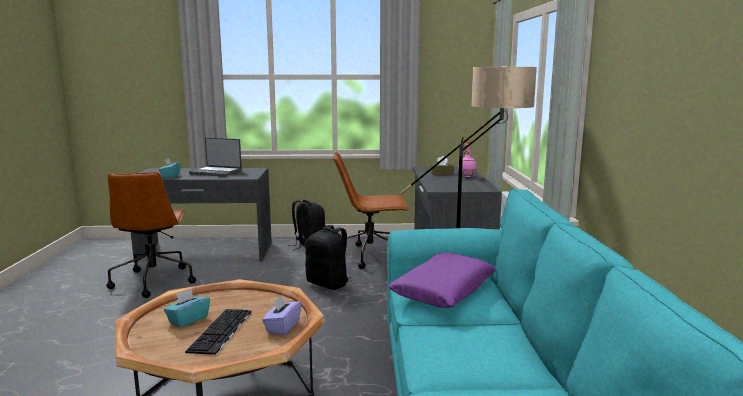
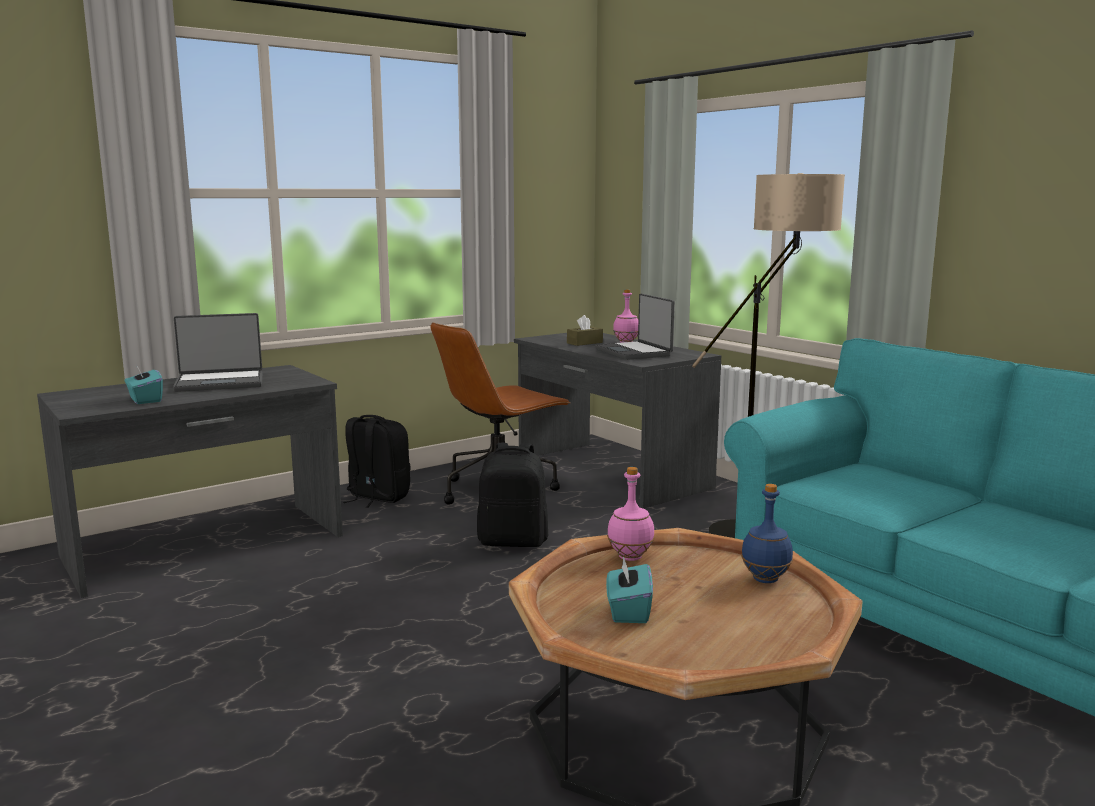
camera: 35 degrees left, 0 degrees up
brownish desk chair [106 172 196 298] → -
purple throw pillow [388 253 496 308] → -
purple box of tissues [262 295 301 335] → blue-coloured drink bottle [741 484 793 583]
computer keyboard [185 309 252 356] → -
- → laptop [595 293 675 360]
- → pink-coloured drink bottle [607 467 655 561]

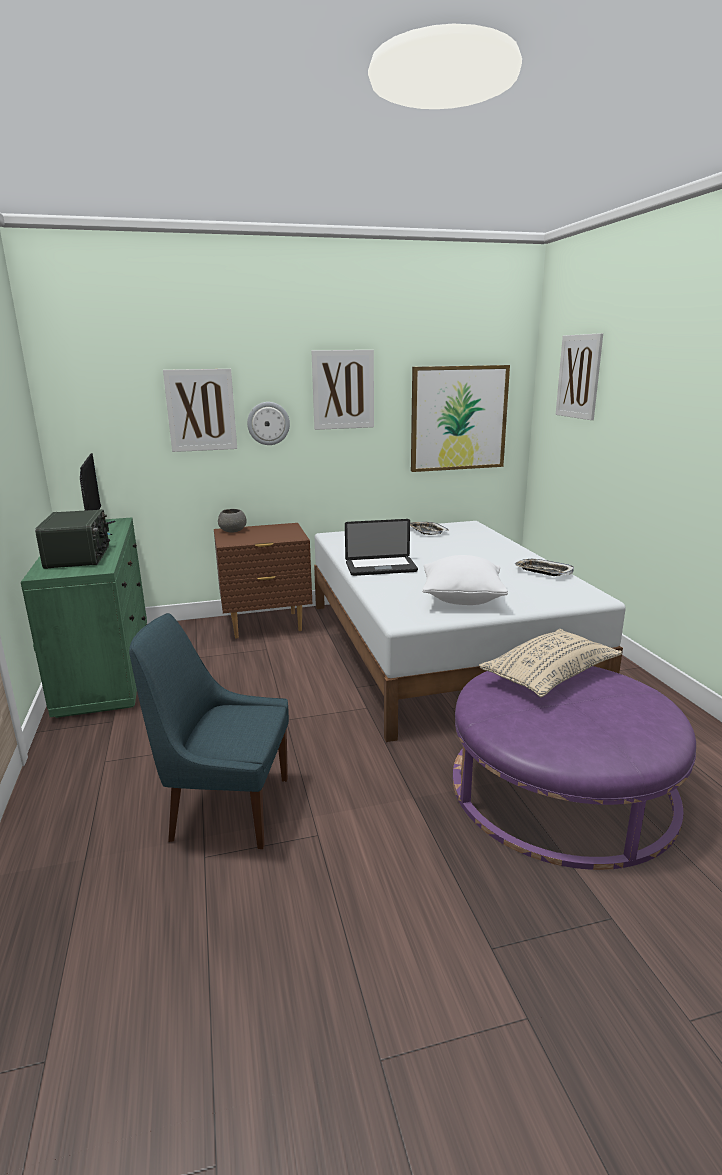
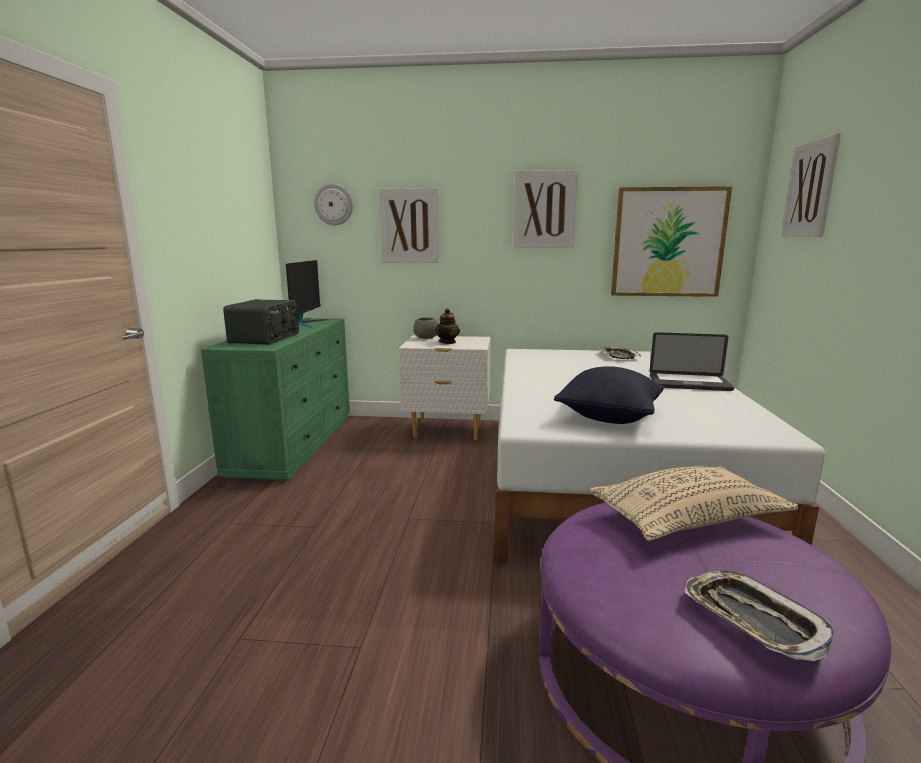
camera: 20 degrees right, 5 degrees down
hanging clock [247 402 290 445] → hanging clock [314 184 353 225], relocated
laptop [345 519 418 576] → laptop [650 332 734 391], relocated
brownish nightstand [214 523 312 639] → white nightstand [399 335 491 440]
white throw pillow [422 555 508 605] → black throw pillow [554 366 664 424]
carrying tray [515 559 574 576] → carrying tray [685 570 834 661], relocated
blue-coloured chair [129 613 289 849] → -
- → tea pot [435 309 460 344]

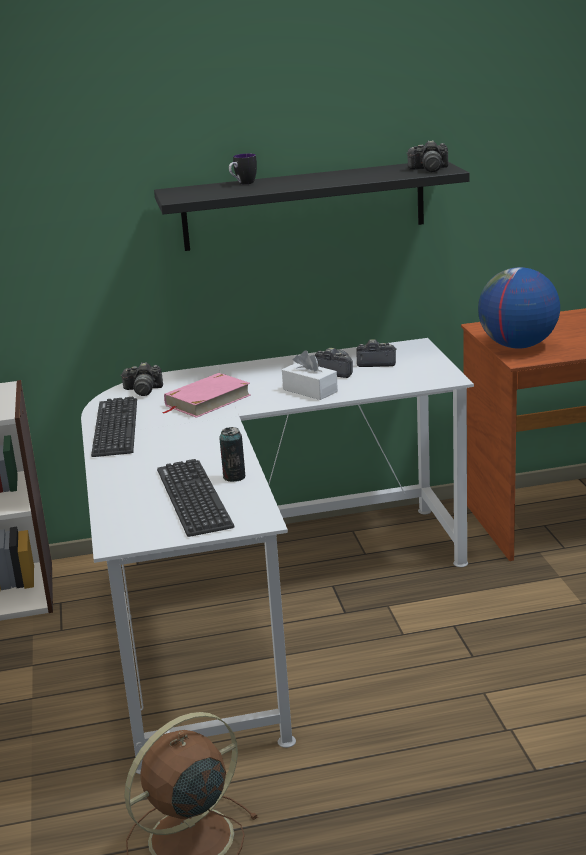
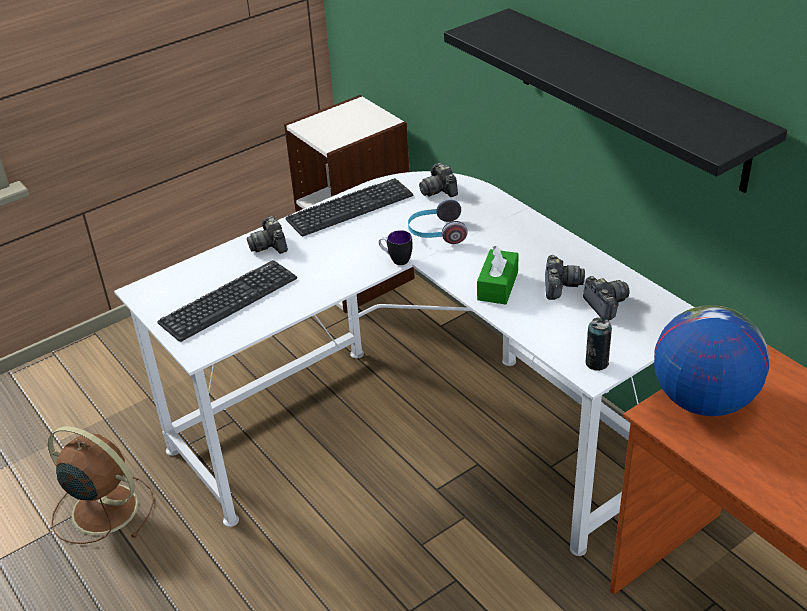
camera: 65 degrees right, 15 degrees up
still camera [407 140 448 172] → still camera [247 216 288 254], relocated
mug [229 154 257 185] → mug [379 230 413 265], relocated
white box of tissues [282 350 338 400] → greenish box of tissues [477 245 519 305]
pink-coloured bound book [161 373 251 418] → pair of headphones [408 199 468 244]
metal can [219 427 245 482] → metal can [586 317 612 371], relocated

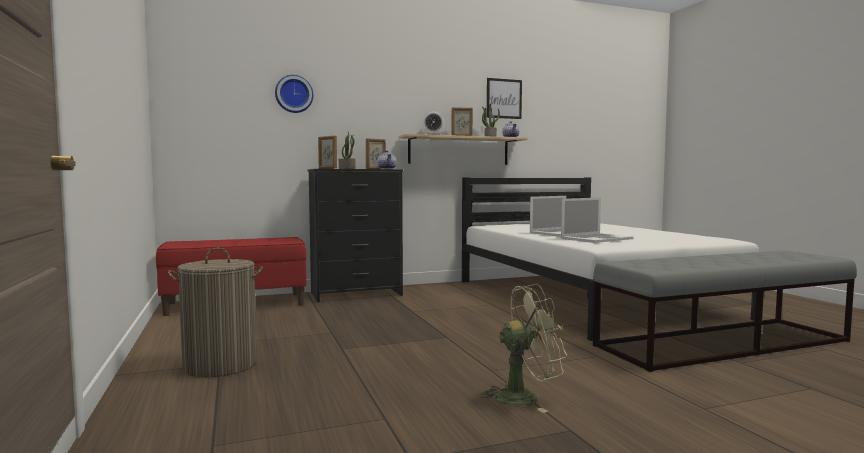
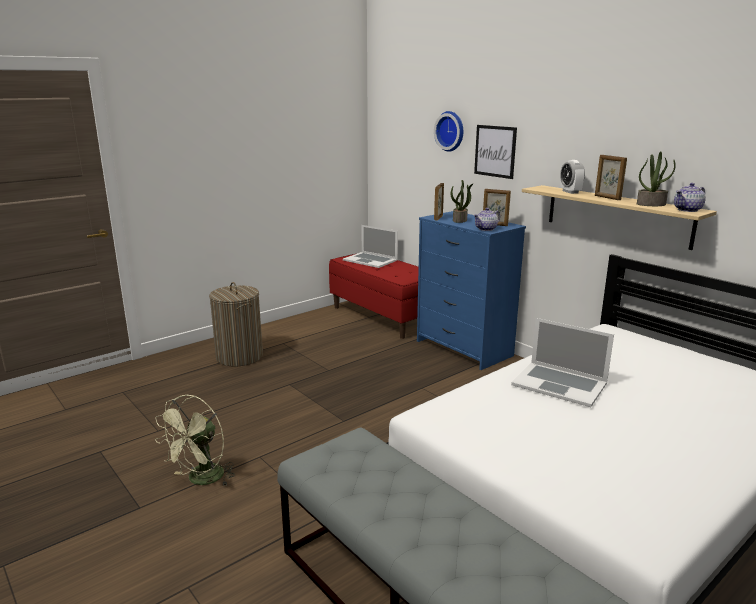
camera: 70 degrees right, 15 degrees up
wall picture [487 78 522 119] → wall picture [474 125 517 179], relocated
black chest of drawers [308 169 403 302] → blue-coloured chest of drawers [417 211 526 370]
laptop [561 198 633 243] → laptop [343 225 398 268], relocated
greenish fan [479 284 567 413] → greenish fan [155 395 235 486], 60 degrees clockwise

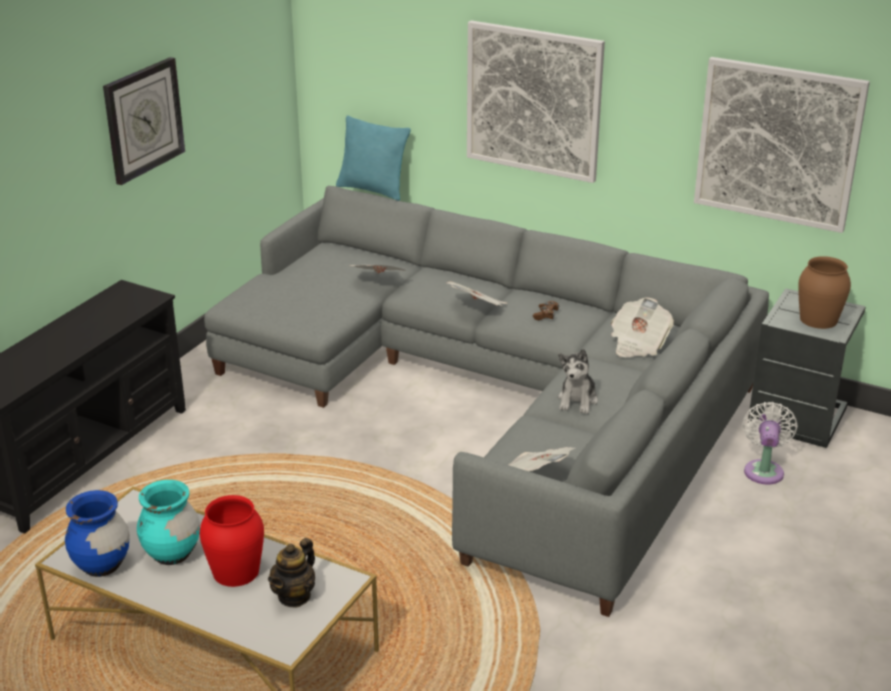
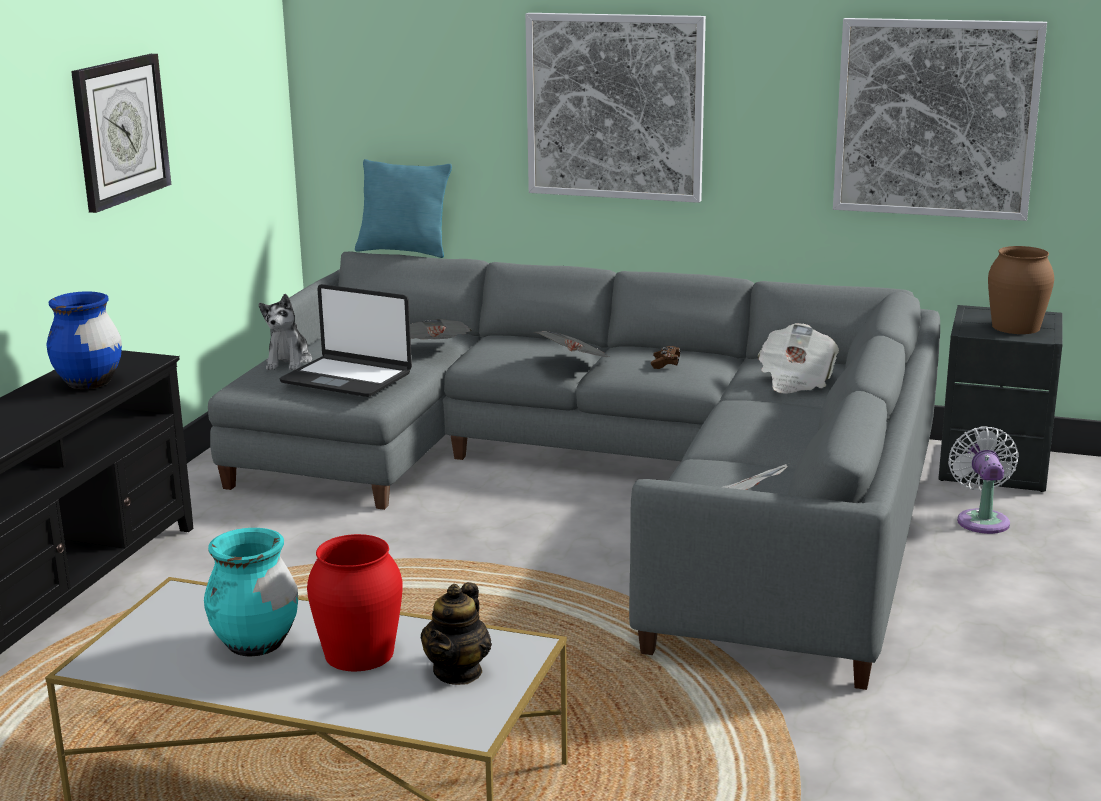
camera: 10 degrees left, 10 degrees down
soft toy [558 349 598 414] → soft toy [259 294 312 370], relocated
blue-coloured vase [65 490 130 577] → blue-coloured vase [46 291 122 389], relocated
- → laptop [280 284 412 397]

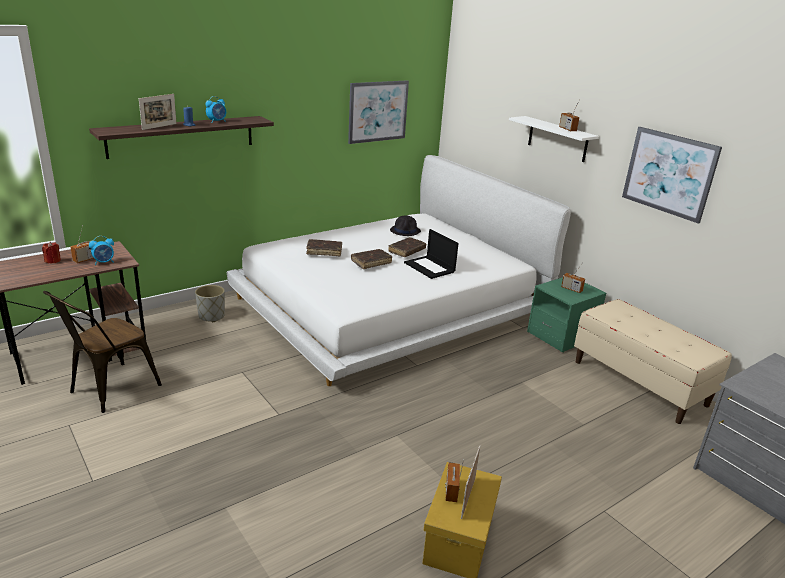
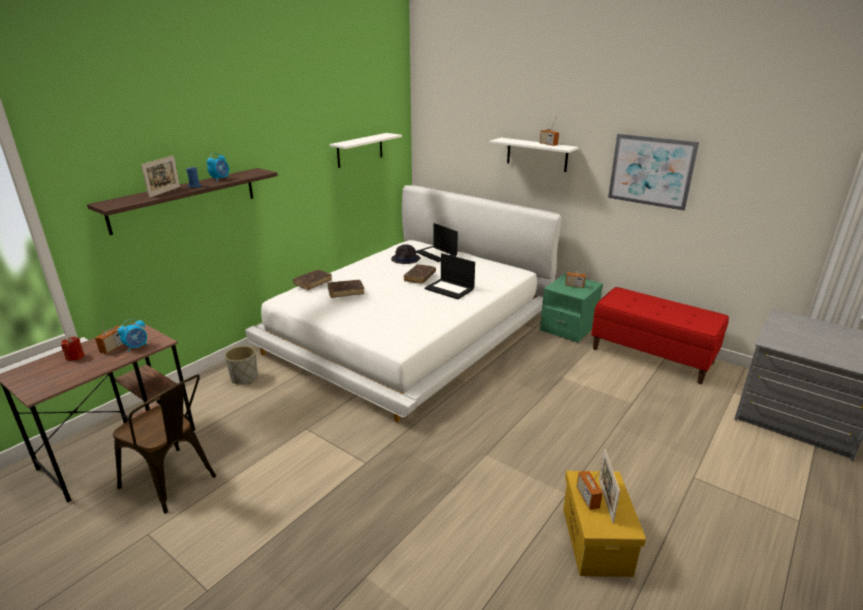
camera: 15 degrees left, 0 degrees up
wall picture [348 80 409 144] → white wall shelf [330 133 402 168]
brownish bound book [351 249 392 269] → brownish bound book [293 270 332 290], relocated
brownish chair [43 291 162 413] → brownish chair [113 374 216 514], 75 degrees counterclockwise
sand-coloured long seat [574 299 732 424] → red long seat [591 287 729 384]
- → laptop [416 223 458 262]

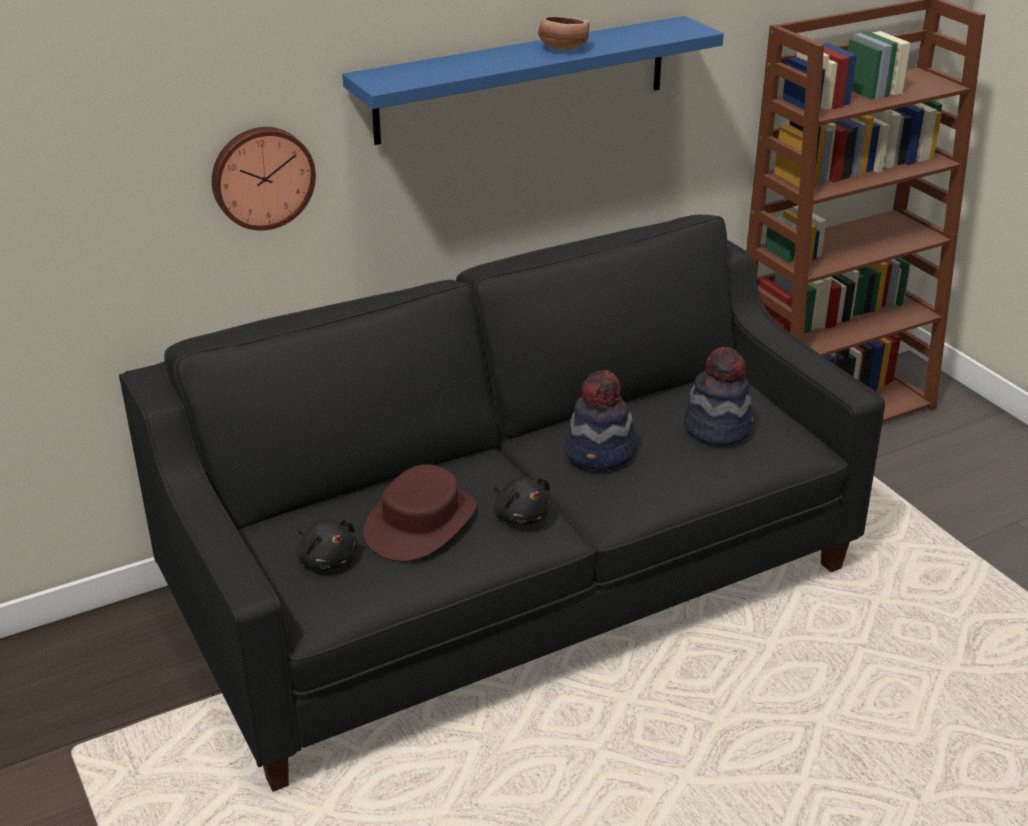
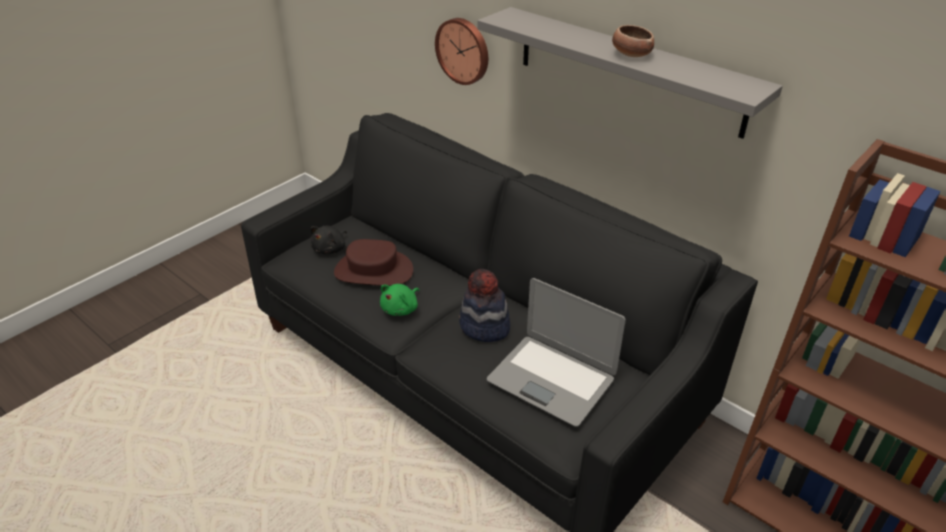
camera: 70 degrees right, 5 degrees up
blue-coloured wall shelf [342 16 724 145] → gray wall shelf [478 7 783 139]
wearable hat [684 347 753 446] → laptop [487 278 626 427]
black soft toy [494 477 552 525] → greenish soft toy [380 284 419 316]

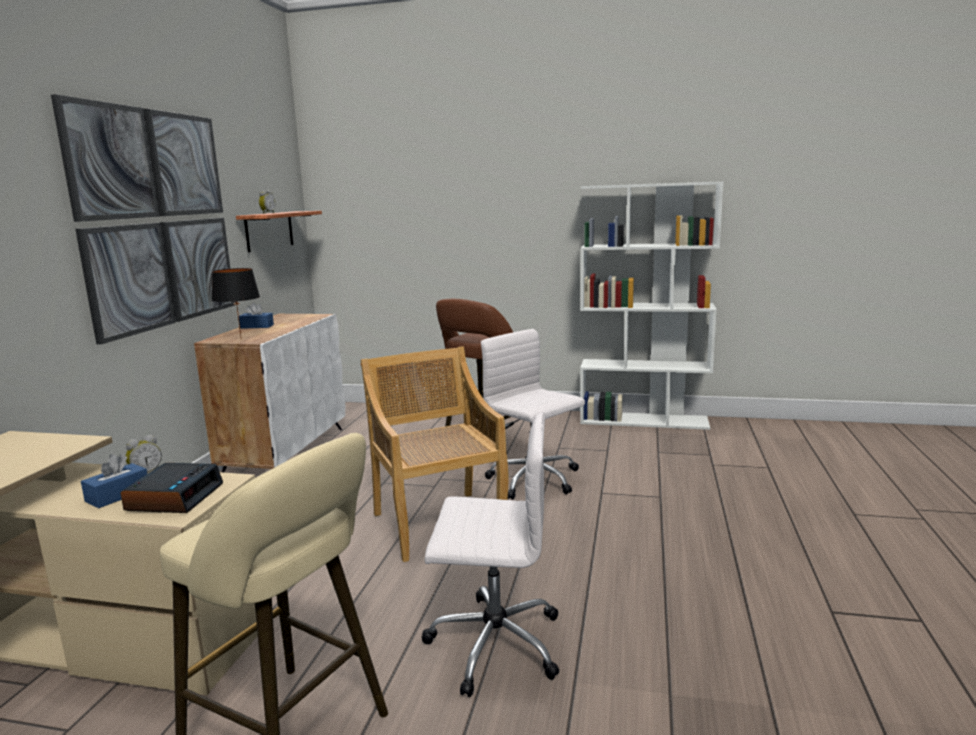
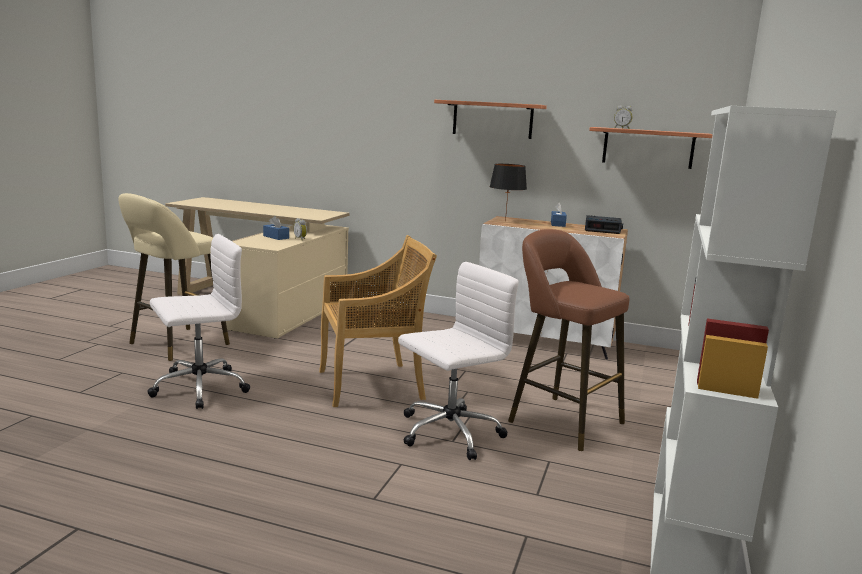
camera: 95 degrees right, 0 degrees up
wall picture [51 94 235 344] → wall shelf [434 100 547 139]
white desk chair [421 413 559 697] → white desk chair [147 234 250 409], 135 degrees counterclockwise
table clock [120 463 223 513] → table clock [585 215 623 234], relocated

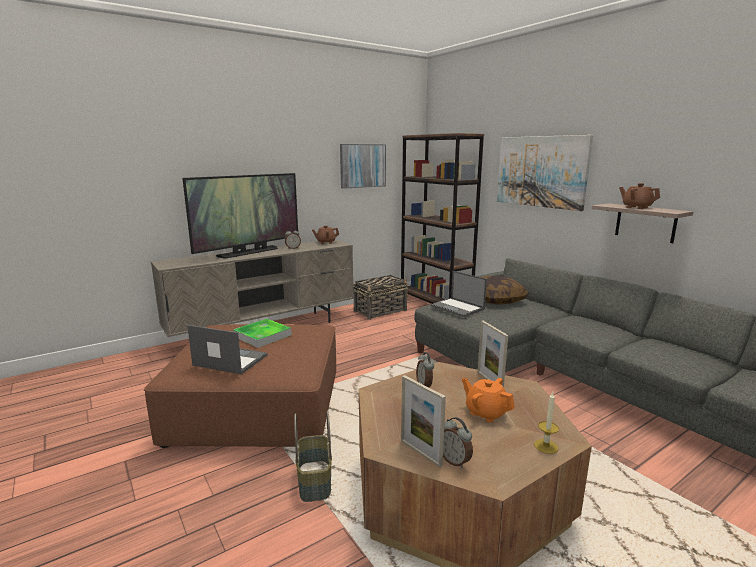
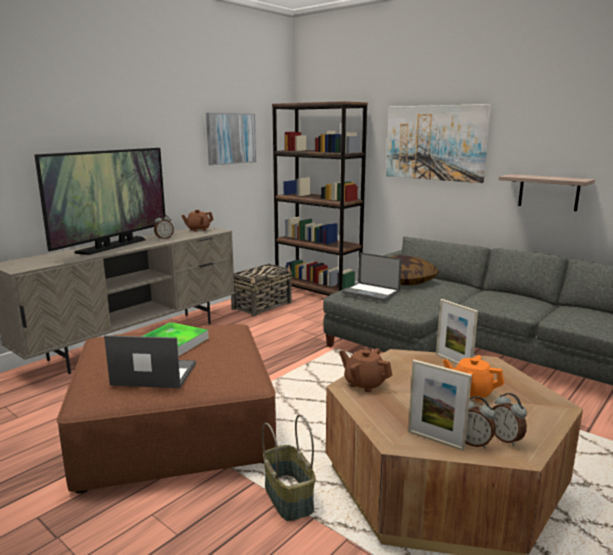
camera: 15 degrees left, 0 degrees up
brownish tea pot [619 183 660 209] → brownish tea pot [339 348 392 392], relocated
table clock [416 352 434 388] → table clock [493 393 527 446], relocated
wax candle [534 392 559 454] → -

